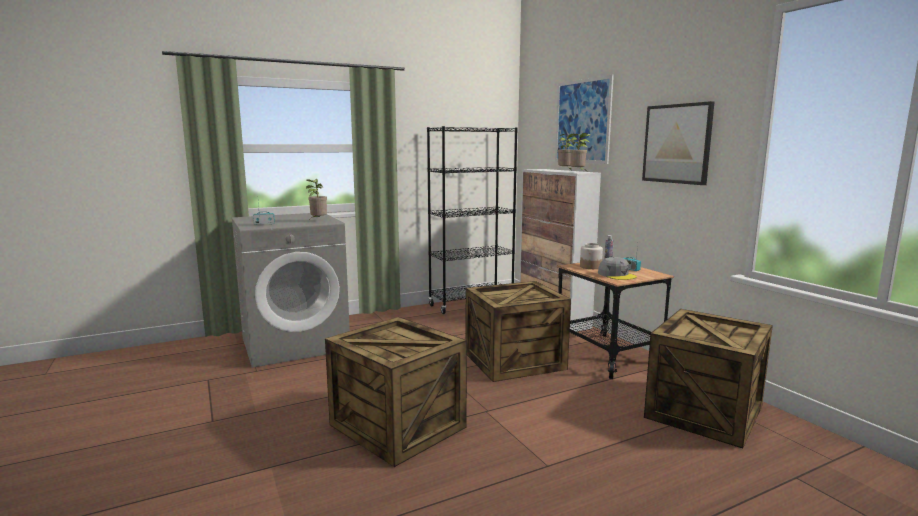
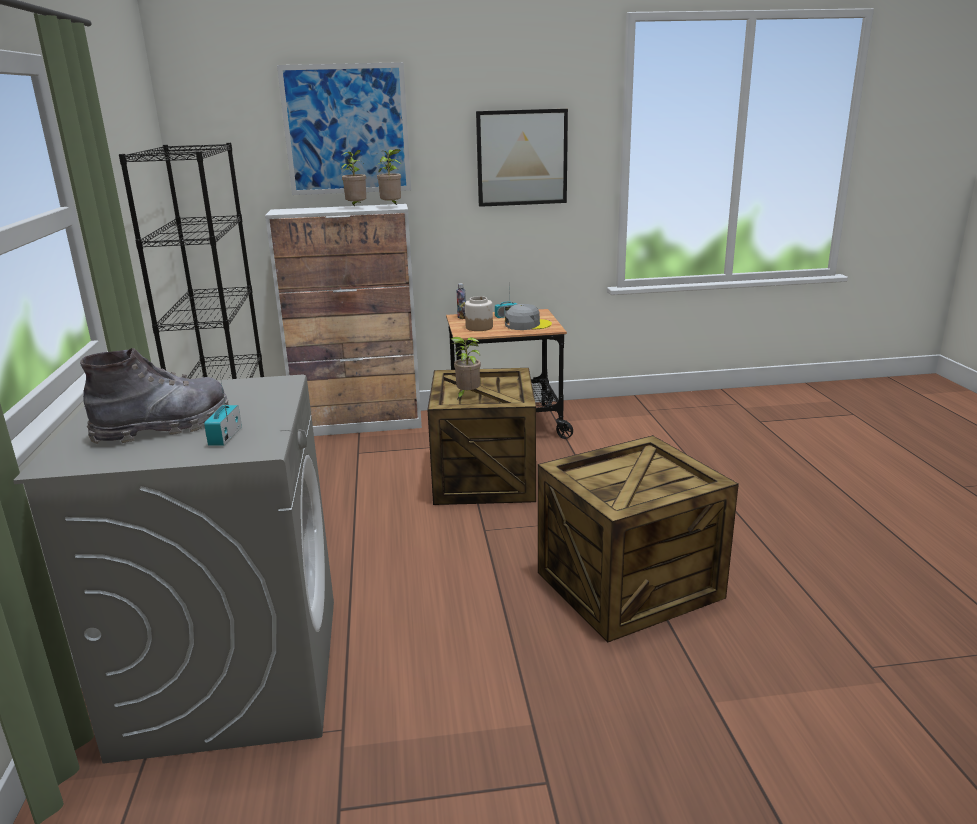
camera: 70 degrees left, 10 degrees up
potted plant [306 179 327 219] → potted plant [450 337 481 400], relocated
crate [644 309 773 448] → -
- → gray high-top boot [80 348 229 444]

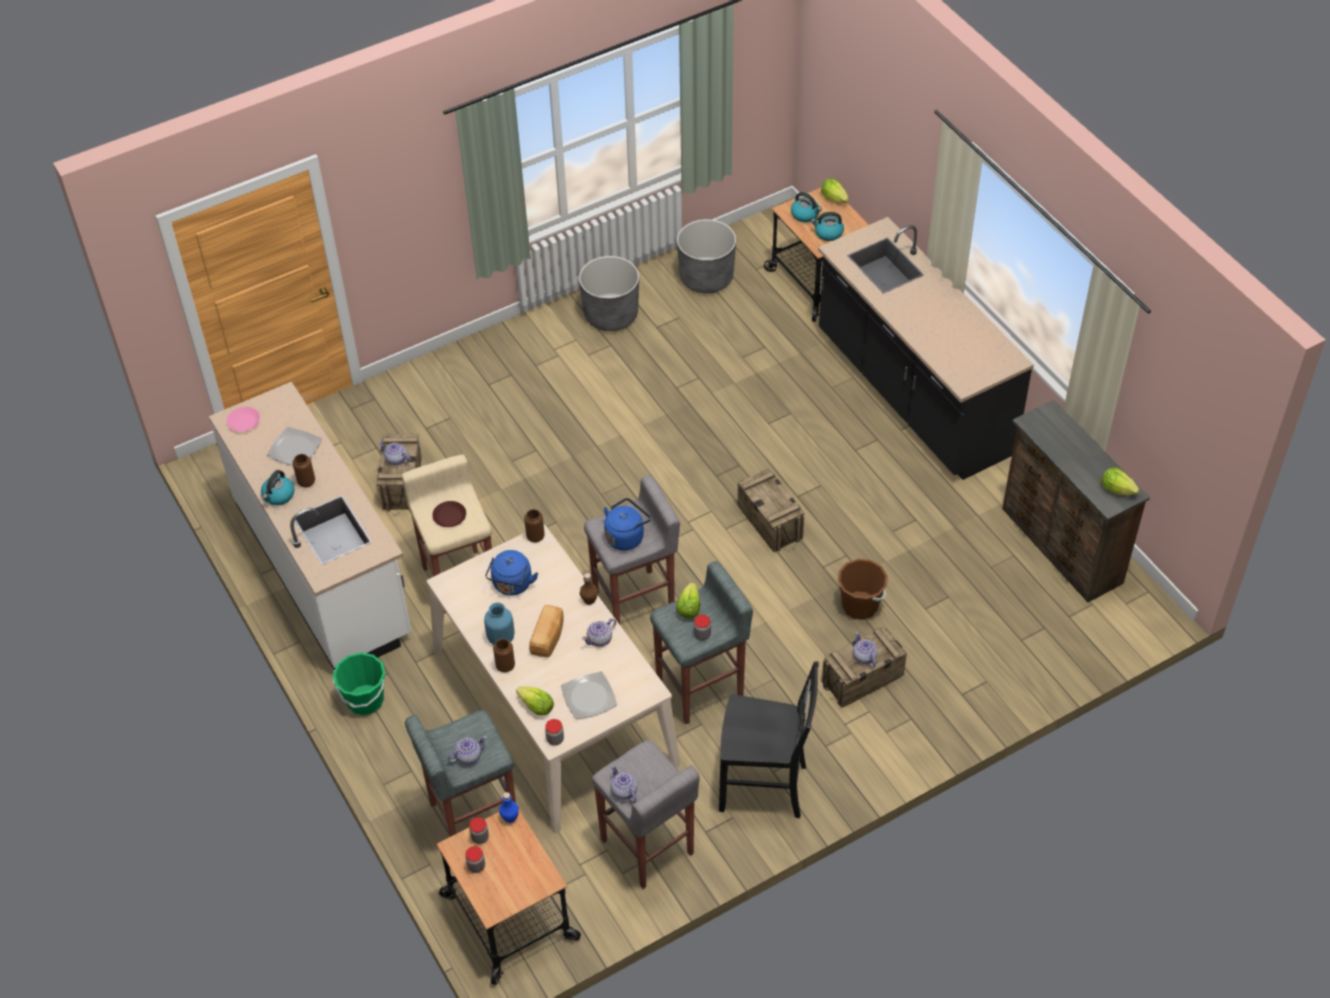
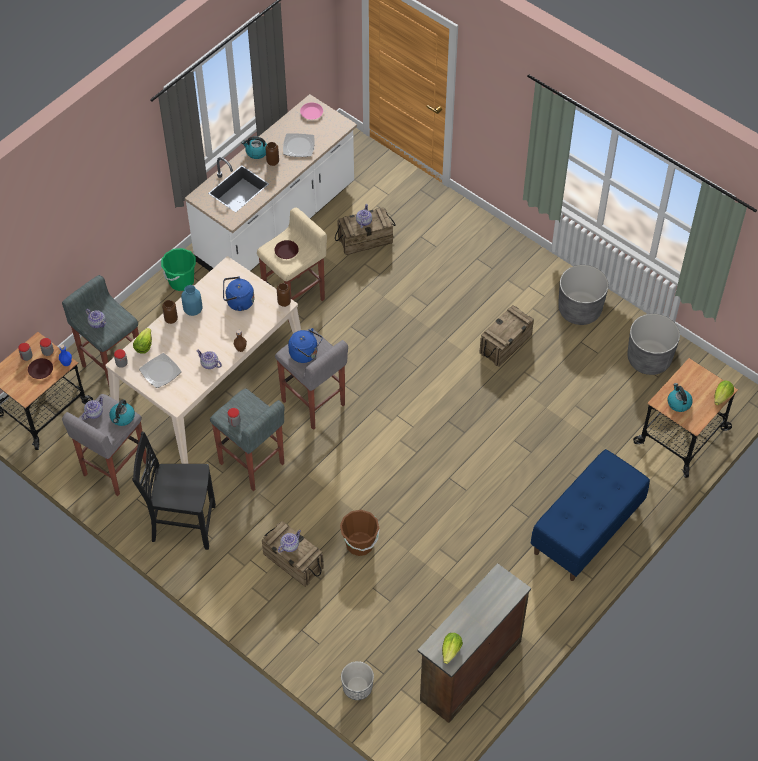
camera: 70 degrees right, 5 degrees up
tea kettle [791 192 822 222] → tea kettle [109 399 135 426], relocated
black kitchen counter [818 217 1034 480] → blue-coloured long seat [531 449 650 581]
crate [738 469 804 552] → crate [479 305 534 367], relocated
lettuce head [676 582 700 619] → -
baked bread [529 605 563 657] → -
black chair [719 661 819 818] → black chair [132 432 216 550], 105 degrees clockwise
- → brownish plate [28 358 53 379]
- → flower pot [341 661 374 700]

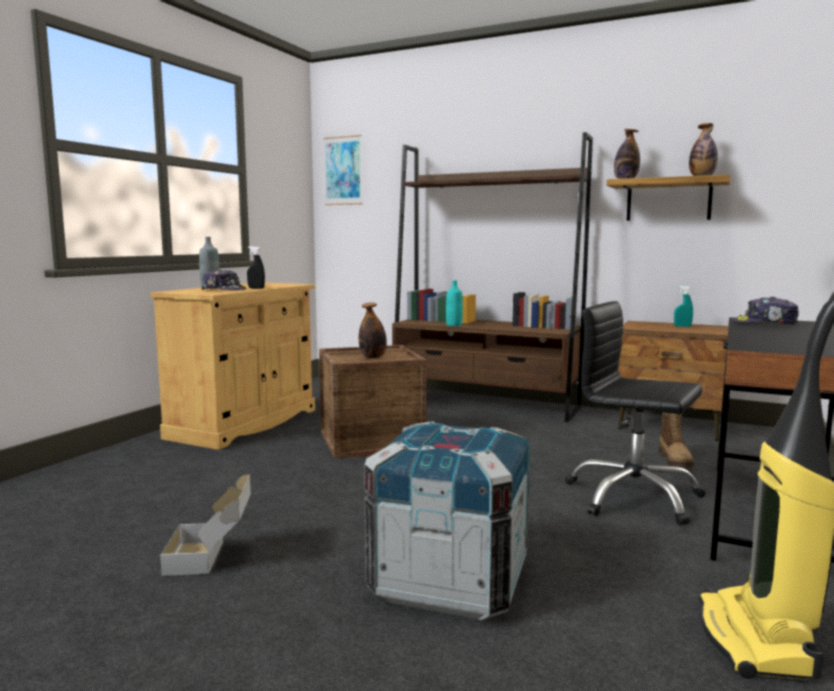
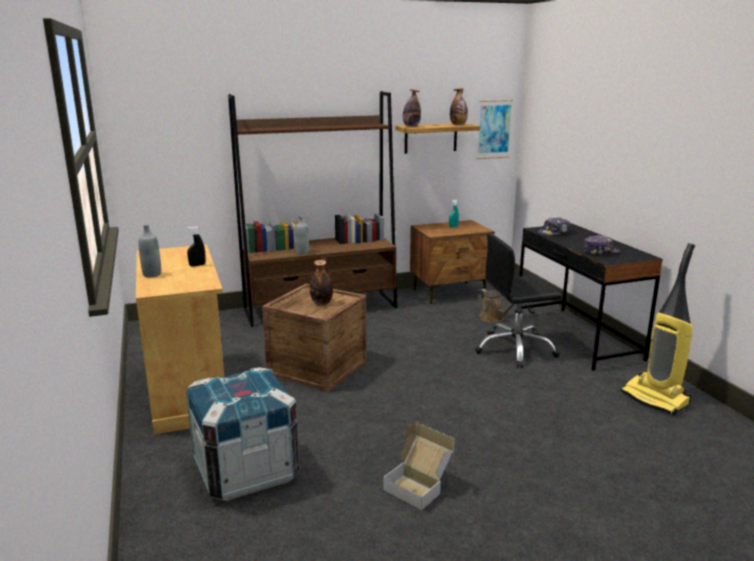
camera: 45 degrees left, 10 degrees up
wall picture [323 135 362 205] → wall picture [476 100 513 159], relocated
cap [202 269 246 290] → cap [583 235 620 256], relocated
turquoise drink bottle [446 280 463 326] → gray drink bottle [295 216 309 255]
high-top boot [658 412 694 468] → brownish watering can [477 289 514 323]
crate [364 421 531 620] → crate [186 367 299 501], relocated

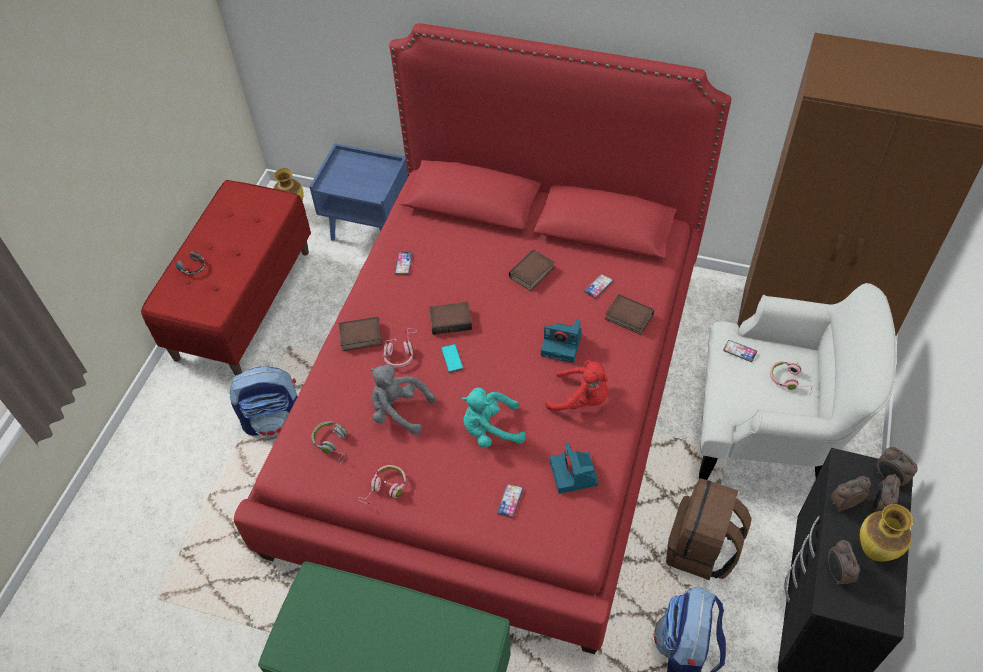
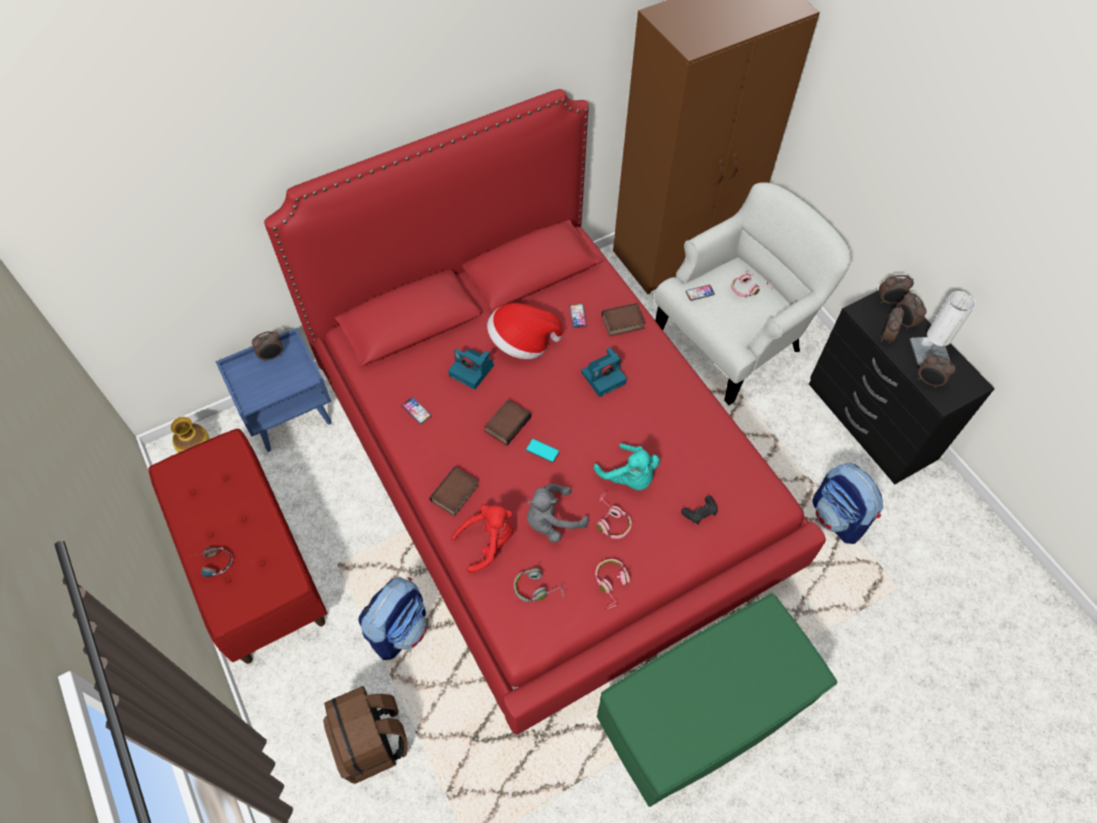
camera: 50 degrees left, 5 degrees up
bound book [509 249 554 291] → wearable hat [487 303 563 359]
pink-coloured pair of headphones [383 328 417 367] → pink-coloured pair of headphones [597 493 632 539], relocated
red soft toy [545 360 608 411] → red soft toy [451 504 513 573], relocated
turquoise soft toy [462 388 526 448] → turquoise soft toy [594 443 660 490], 75 degrees counterclockwise
still camera [550 442 599 494] → still camera [448 349 494 390], relocated
brownish rucksack [666 478 752 580] → brownish rucksack [323 686 408 784], relocated
handset [497 483 523 518] → black gamepad [681 496 718 525]
vase [860 504 913 561] → white table lamp [910 291 975 365]
- → table clock [252 331 283 362]

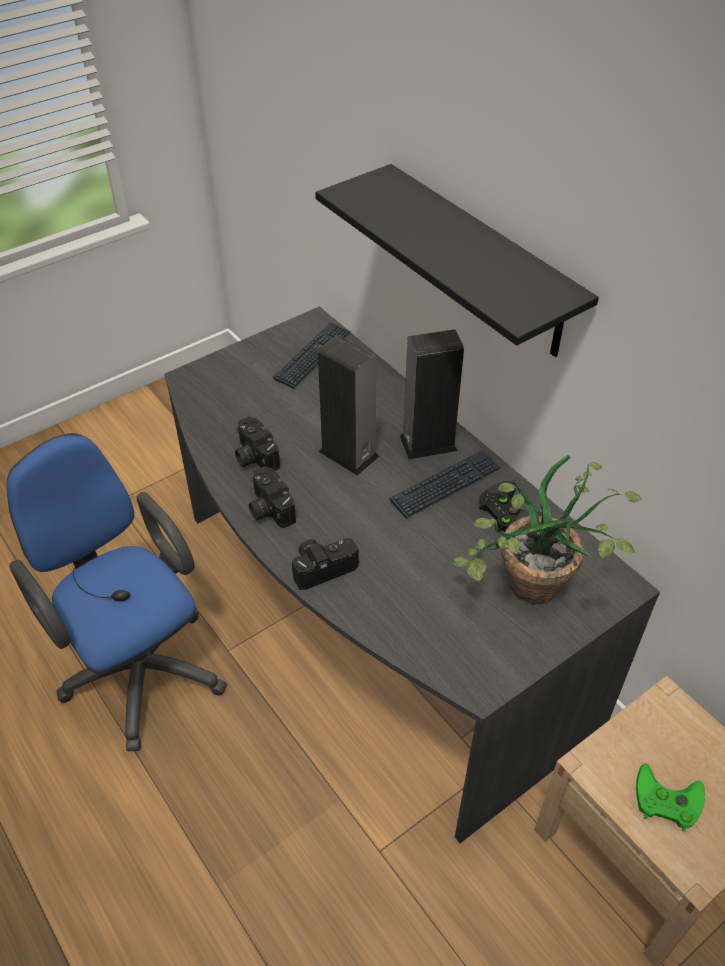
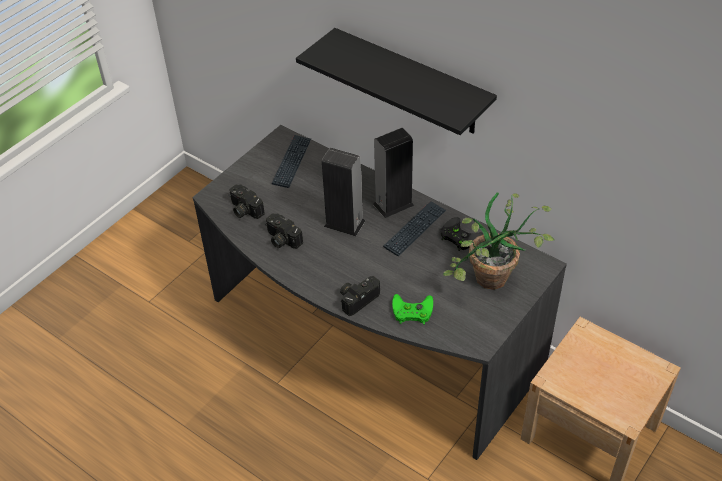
camera: 15 degrees left, 0 degrees up
blue-coloured desk chair [7 433 227 751] → -
still camera [249 466 296 528] → still camera [229 185 265 219], relocated
greenish gamepad [636 763 705 832] → greenish gamepad [392 294 433 325], relocated

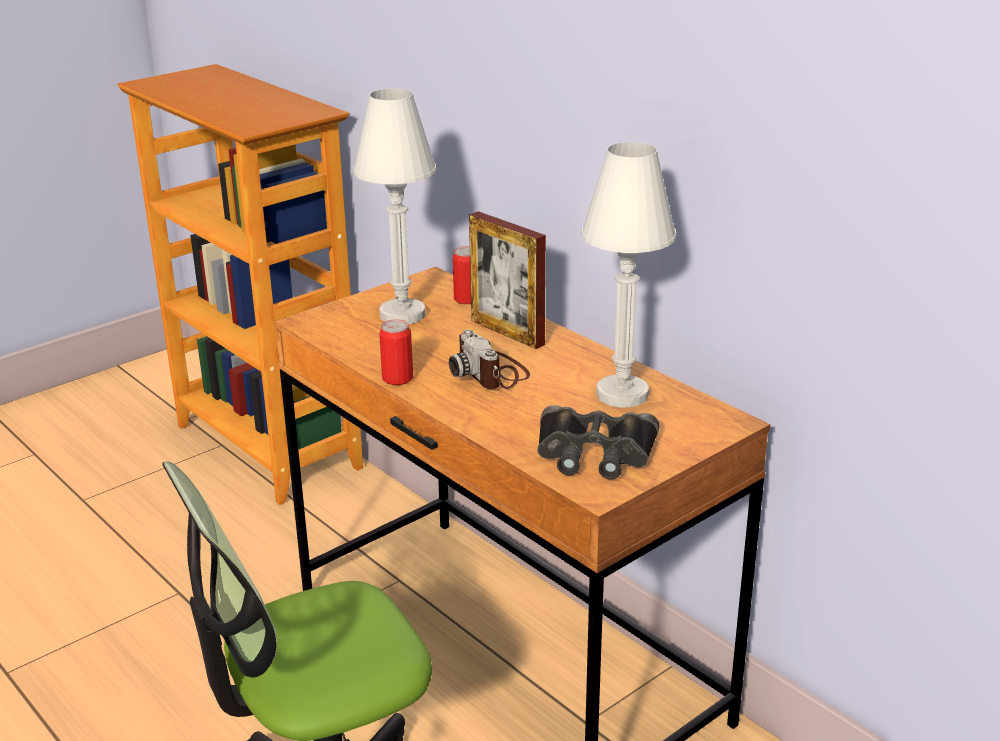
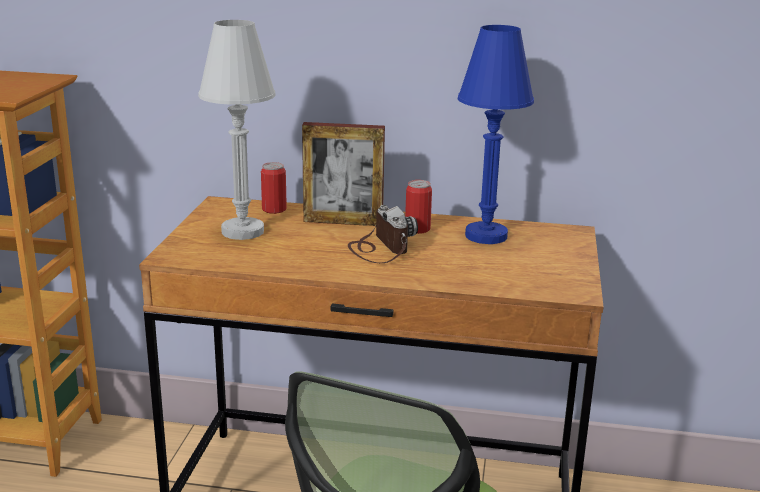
camera: 40 degrees left, 5 degrees down
white table lamp [581 142 677 408] → blue-coloured table lamp [457 25 534 244]
metal can [379 319 413 385] → metal can [405 180 432 234], relocated
still camera [449 330 530 389] → still camera [348 205 418 263], 135 degrees counterclockwise
black binoculars [537 405 660 479] → -

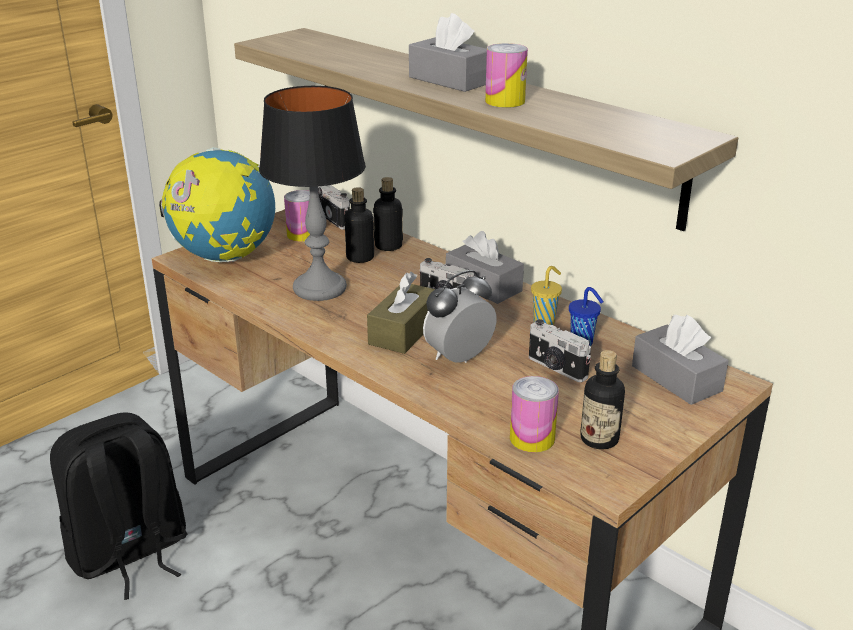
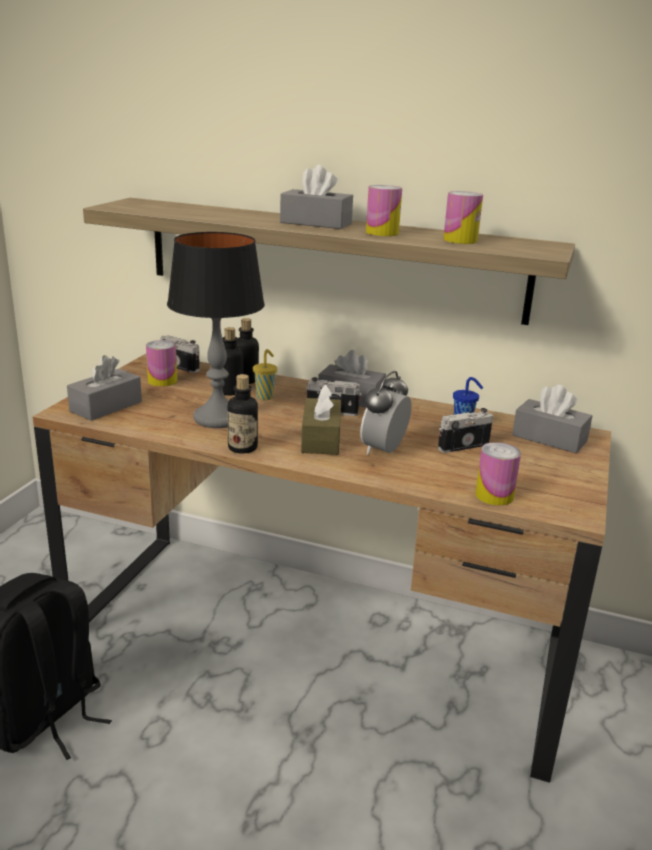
camera: 25 degrees left, 5 degrees down
globe [159 147 275 262] → gray box of tissues [67 355 142 421]
yellow small cup [531 266 562 325] → yellow small cup [253 349 277 400], relocated
still camera [529 319 591 382] → still camera [438 408 493 453], 135 degrees clockwise
drink bottle [580 350 625 449] → drink bottle [227 374 258 454], relocated
- → metal can [443 191 483 244]

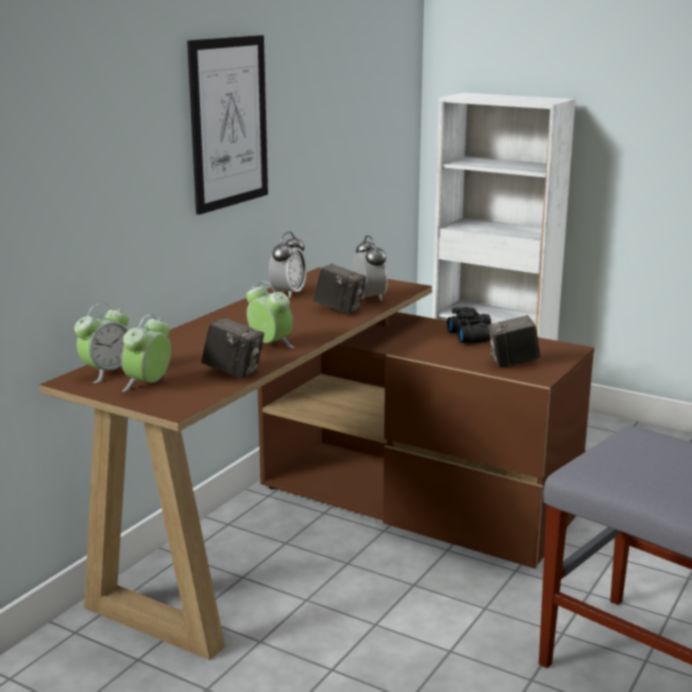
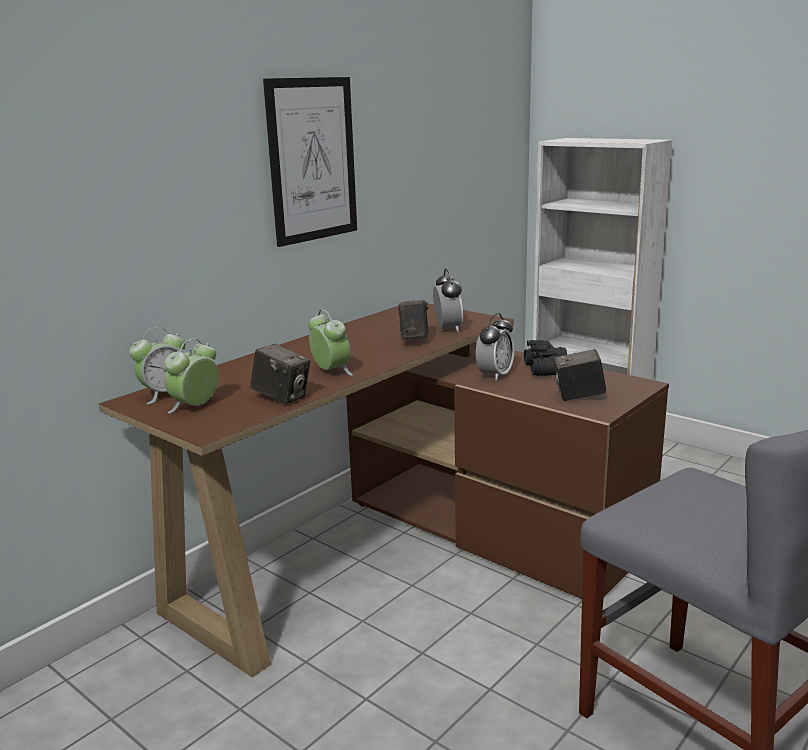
camera: 10 degrees right, 0 degrees up
table clock [269 232 307 298] → table clock [476 313 514 381], relocated
still camera [313 264 366 314] → still camera [398 300 428 340], 120 degrees counterclockwise

